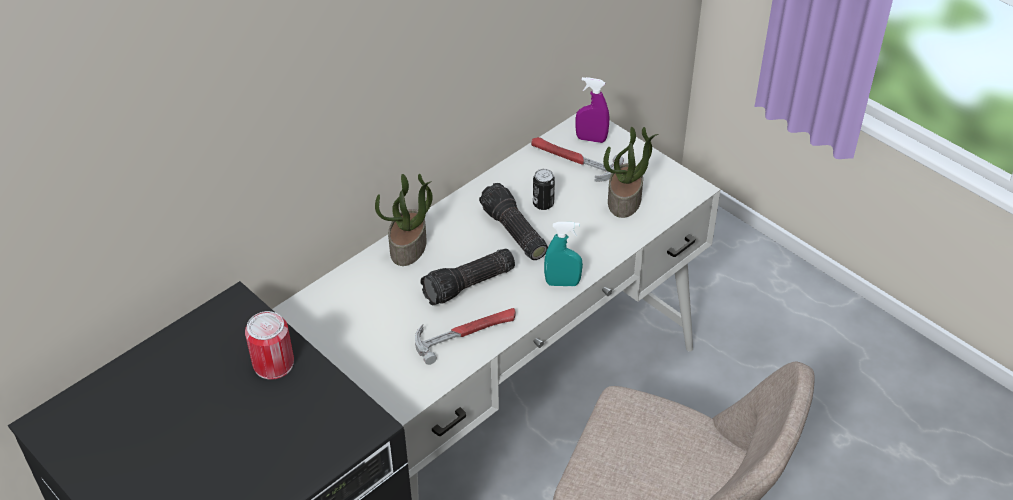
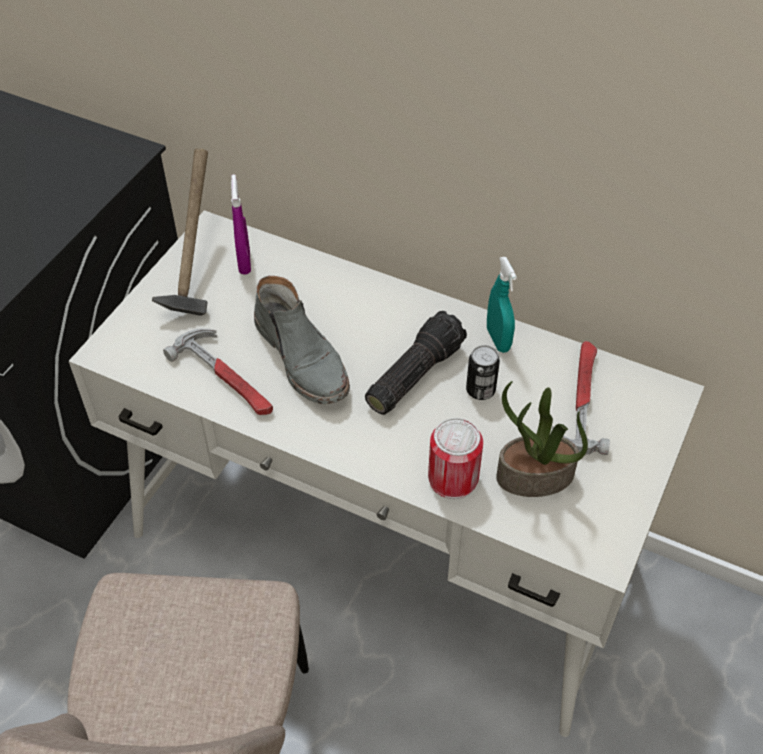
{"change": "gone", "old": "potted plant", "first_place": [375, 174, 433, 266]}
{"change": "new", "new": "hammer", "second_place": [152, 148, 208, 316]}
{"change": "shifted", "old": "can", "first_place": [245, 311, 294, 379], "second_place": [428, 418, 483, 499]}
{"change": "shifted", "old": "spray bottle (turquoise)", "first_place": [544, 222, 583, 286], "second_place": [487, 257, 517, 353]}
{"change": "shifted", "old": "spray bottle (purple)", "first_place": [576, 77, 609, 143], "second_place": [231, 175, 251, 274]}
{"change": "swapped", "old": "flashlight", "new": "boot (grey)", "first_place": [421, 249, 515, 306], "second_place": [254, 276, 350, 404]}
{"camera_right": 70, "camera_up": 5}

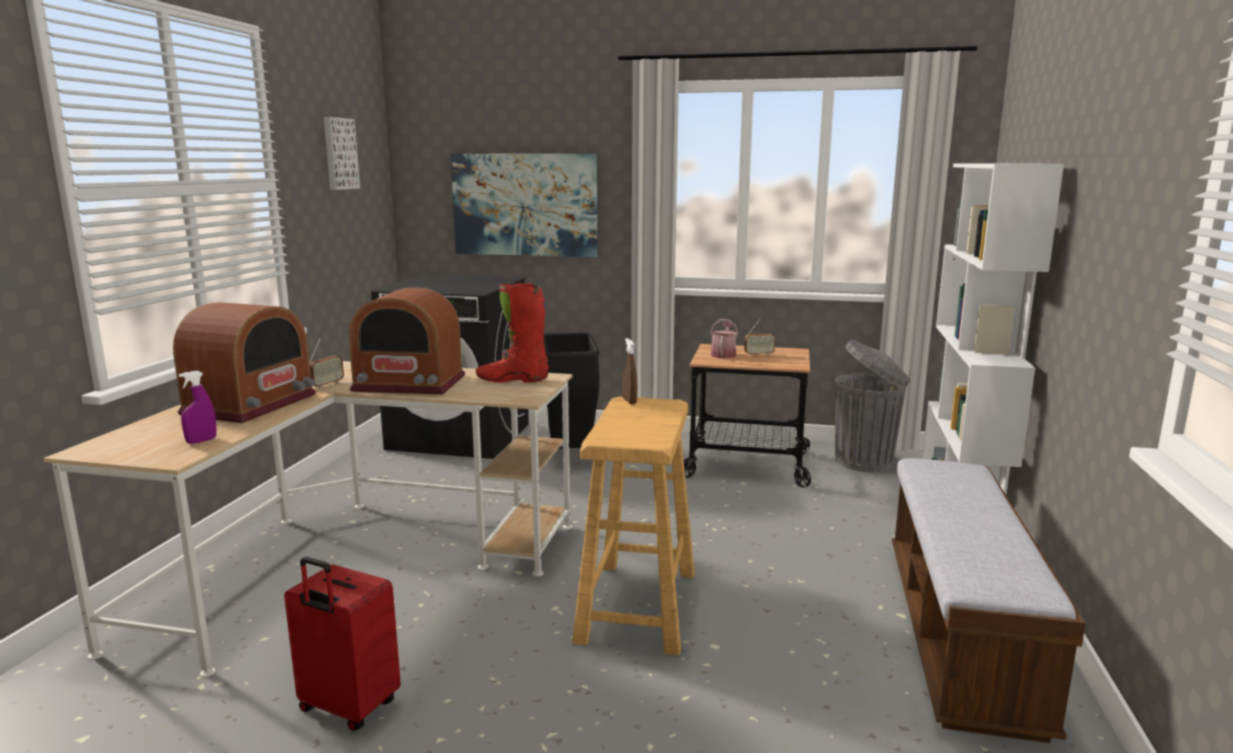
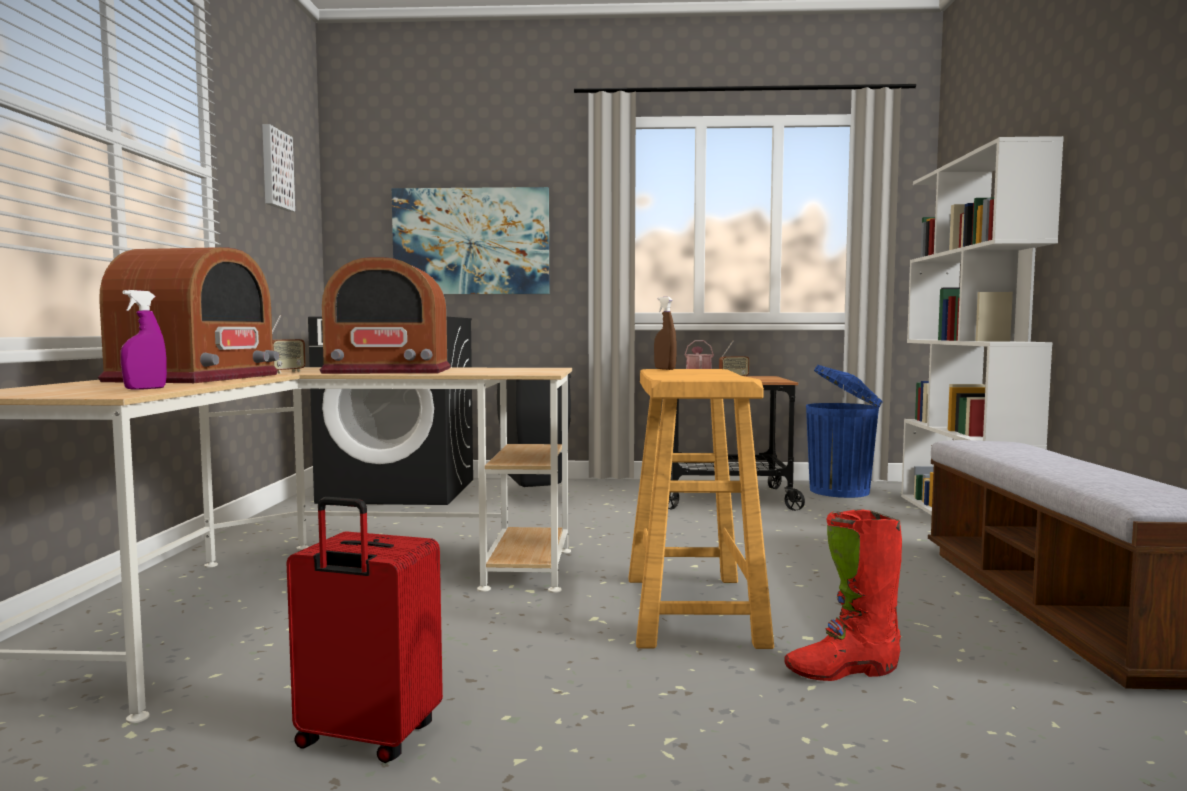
{"change": "shifted", "old": "boot (red)", "first_place": [476, 283, 549, 383], "second_place": [785, 510, 902, 681]}
{"change": "repainted", "old": "trash can (grey)", "new": "trash can (blue)", "first_place": [835, 340, 910, 472], "second_place": [806, 365, 883, 498]}
{"camera_right": -10, "camera_up": -10}

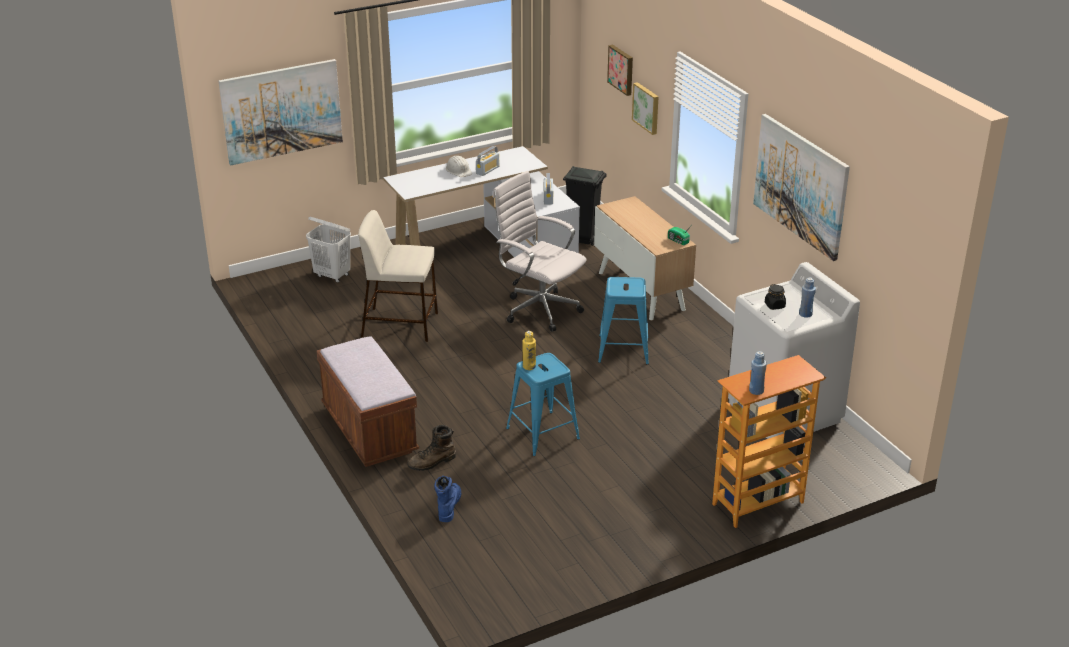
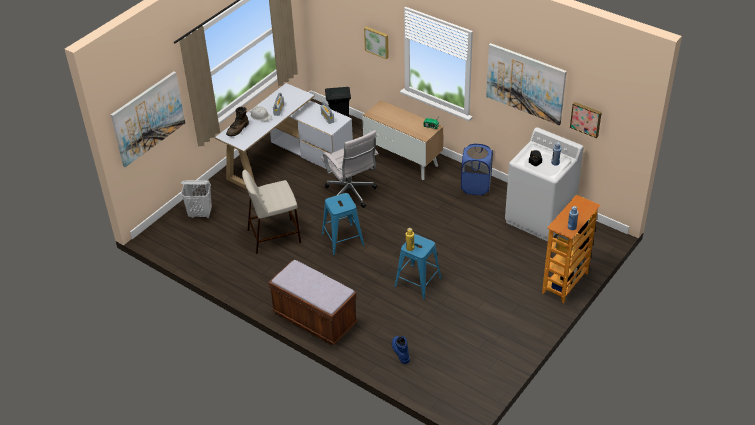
{"change": "new", "new": "laundry basket (blue)", "second_place": [461, 144, 493, 195]}
{"change": "shifted", "old": "boot (brown)", "first_place": [407, 425, 456, 471], "second_place": [226, 107, 249, 136]}
{"change": "shifted", "old": "stool (blue)", "first_place": [598, 277, 649, 364], "second_place": [322, 193, 364, 255]}
{"change": "shifted", "old": "picture", "first_place": [607, 45, 633, 96], "second_place": [570, 102, 602, 138]}
{"change": "rotated", "old": "office chair (white)", "first_place": [493, 171, 587, 332], "second_place": [321, 130, 378, 208], "degrees": -135}
{"camera_right": -25, "camera_up": 10}

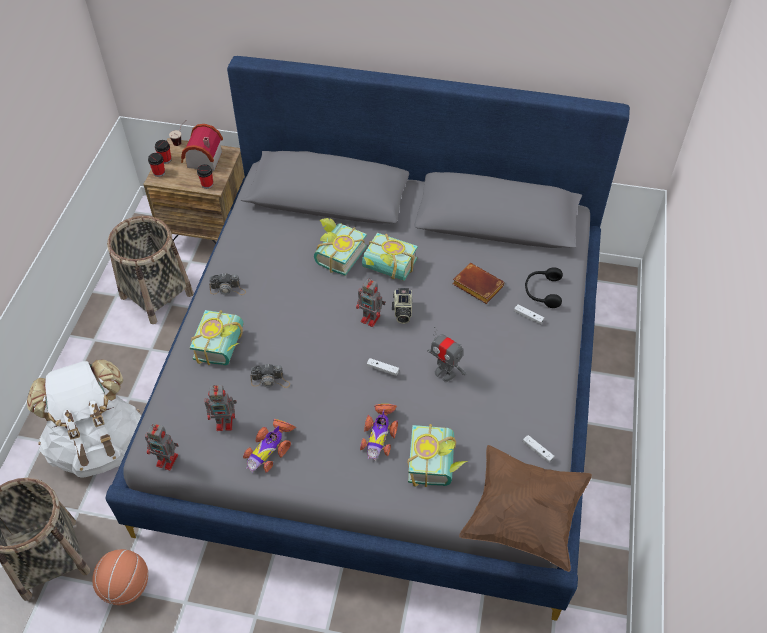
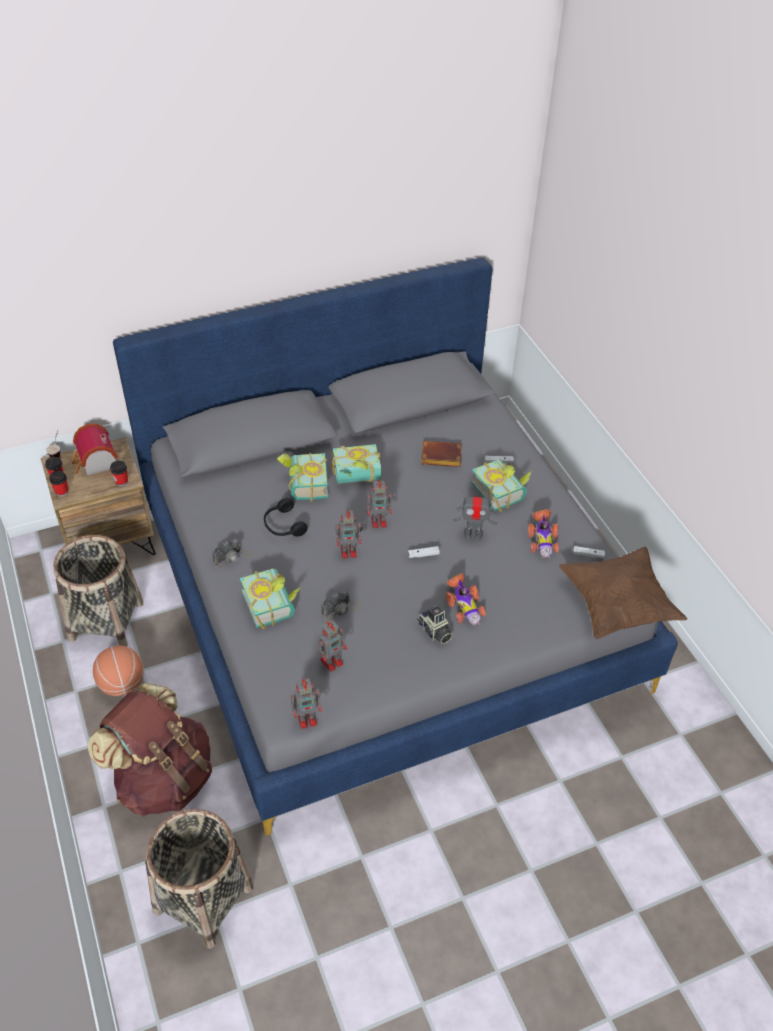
{"change": "new", "new": "toy robot", "second_place": [336, 509, 363, 559]}
{"change": "shifted", "old": "basketball", "first_place": [92, 549, 148, 605], "second_place": [93, 646, 144, 696]}
{"change": "shifted", "old": "toy car", "first_place": [243, 419, 296, 473], "second_place": [528, 509, 559, 558]}
{"change": "shifted", "old": "photo camera", "first_place": [392, 288, 413, 324], "second_place": [417, 606, 453, 644]}
{"change": "shifted", "old": "book", "first_place": [407, 424, 468, 487], "second_place": [471, 459, 532, 512]}
{"change": "shifted", "old": "headphones (black)", "first_place": [525, 267, 563, 308], "second_place": [264, 498, 308, 536]}
{"change": "repainted", "old": "backpack (white)", "new": "backpack (brown)", "first_place": [27, 359, 141, 477], "second_place": [88, 683, 212, 817]}
{"camera_right": -35, "camera_up": -5}

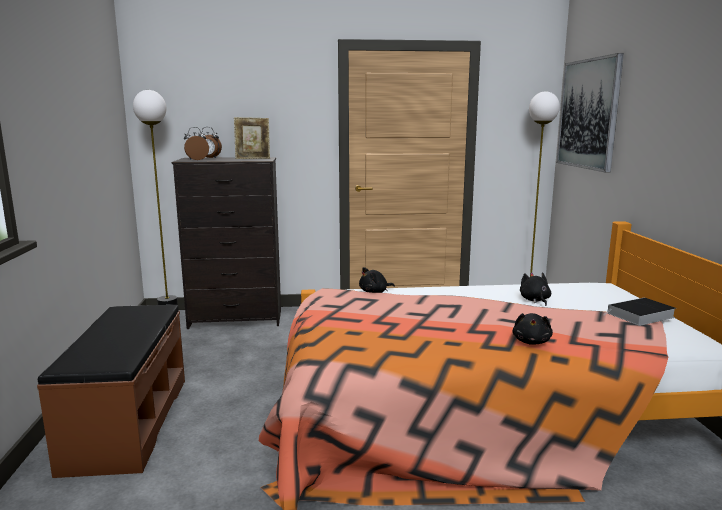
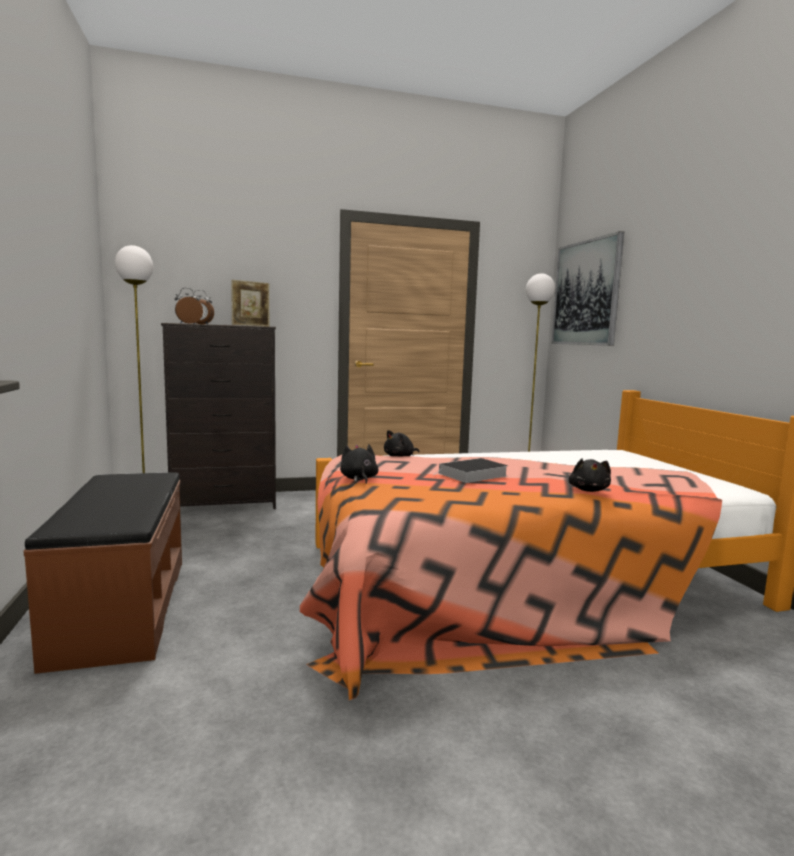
{"change": "shifted", "old": "plush toy (black)", "first_place": [520, 272, 551, 306], "second_place": [340, 444, 379, 484]}
{"change": "shifted", "old": "book", "first_place": [602, 298, 676, 326], "second_place": [433, 458, 508, 483]}
{"camera_right": -10, "camera_up": -5}

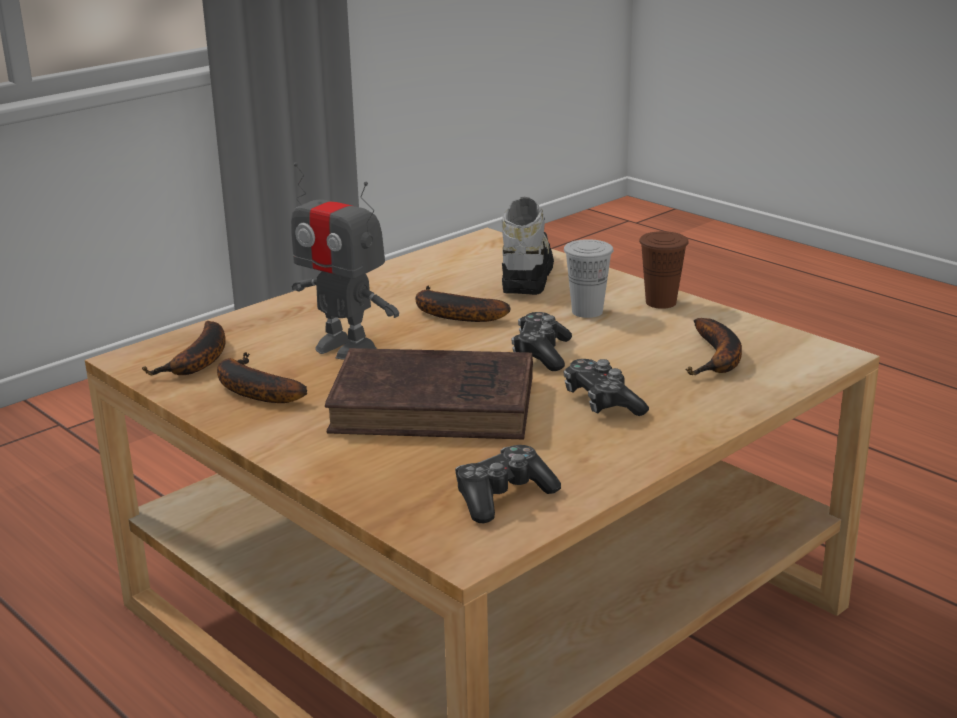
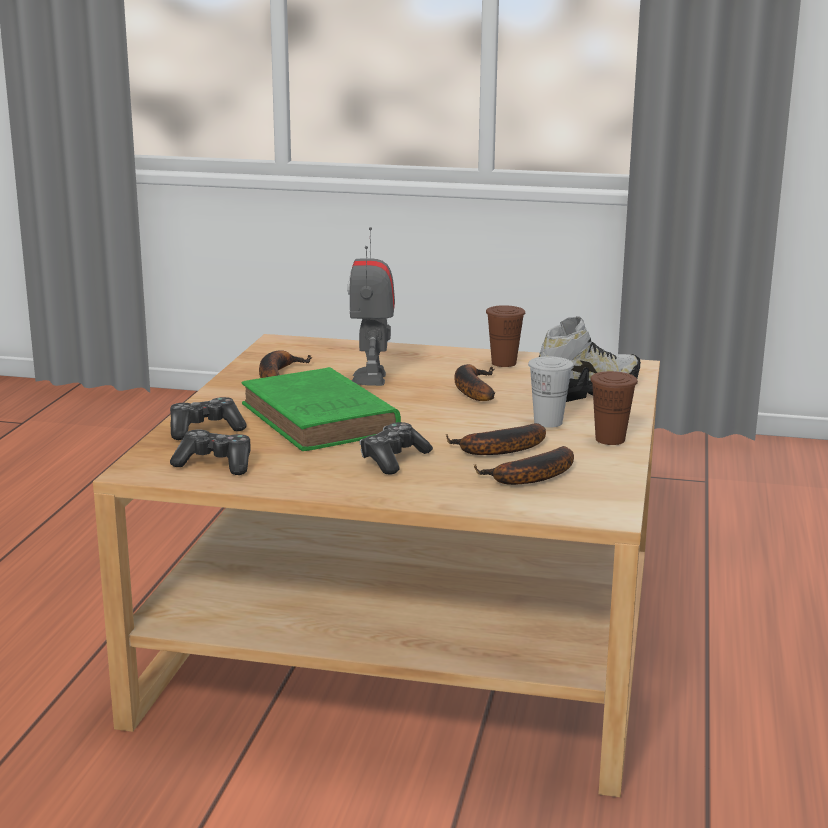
{"change": "new", "new": "cup (brown)", "second_place": [486, 305, 525, 367]}
{"change": "shifted", "old": "banana", "first_place": [142, 321, 226, 375], "second_place": [445, 423, 546, 455]}
{"change": "shifted", "old": "game controller", "first_place": [511, 312, 572, 371], "second_place": [170, 397, 247, 440]}
{"change": "repainted", "old": "book (brown)", "new": "book (green)", "first_place": [325, 348, 533, 440], "second_place": [242, 367, 401, 451]}
{"camera_right": 55, "camera_up": -5}

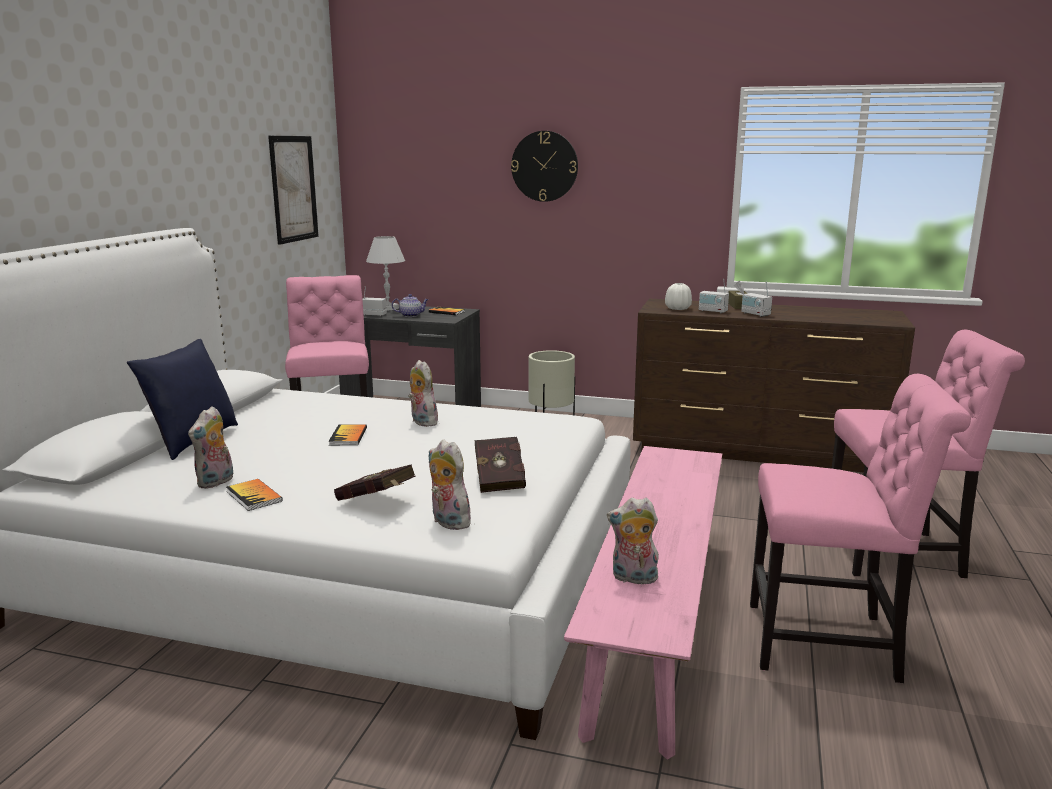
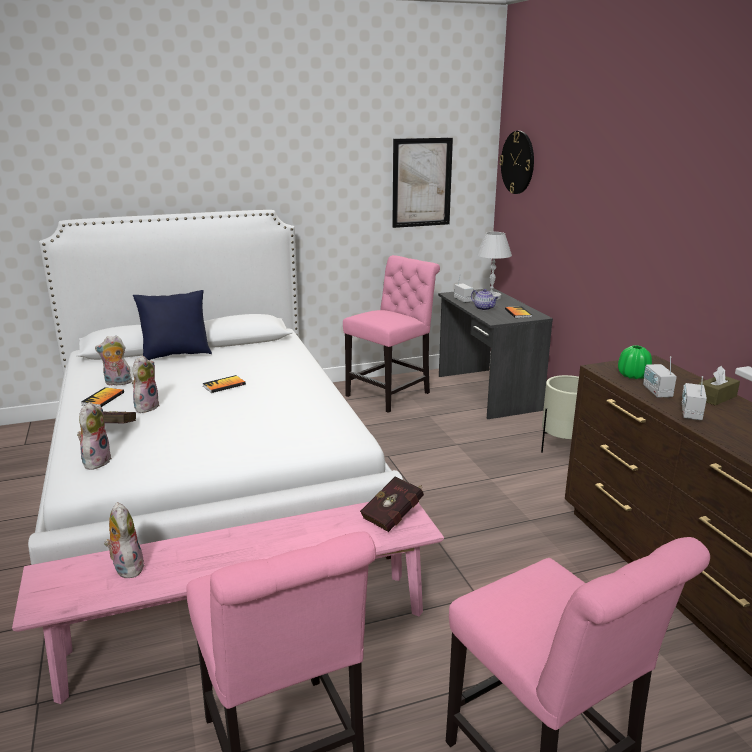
{"change": "shifted", "old": "plush toy", "first_place": [408, 360, 438, 427], "second_place": [132, 356, 160, 413]}
{"change": "shifted", "old": "book (red)", "first_place": [475, 437, 526, 493], "second_place": [360, 476, 424, 532]}
{"change": "shifted", "old": "wall clock", "first_place": [511, 131, 578, 202], "second_place": [499, 131, 534, 194]}
{"change": "repainted", "old": "vase (white)", "new": "vase (green)", "first_place": [665, 283, 692, 310], "second_place": [618, 345, 652, 379]}
{"camera_right": 55, "camera_up": 5}

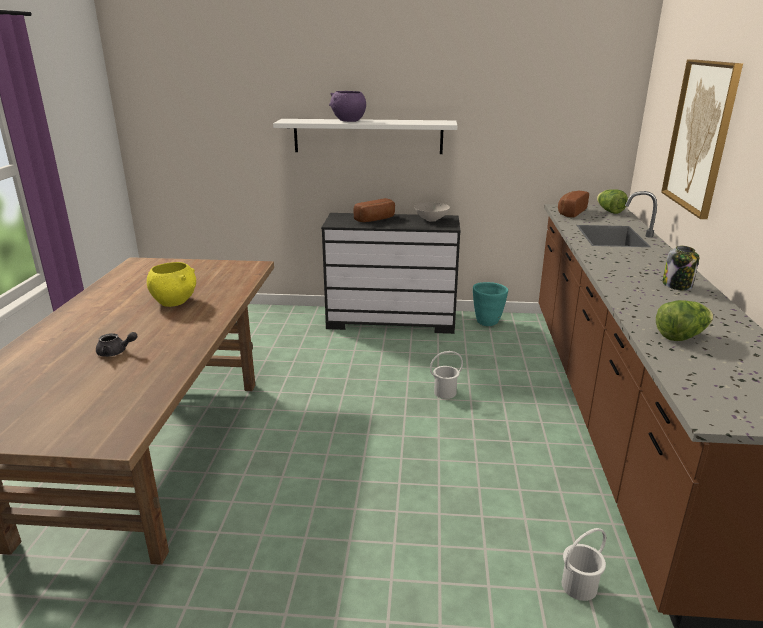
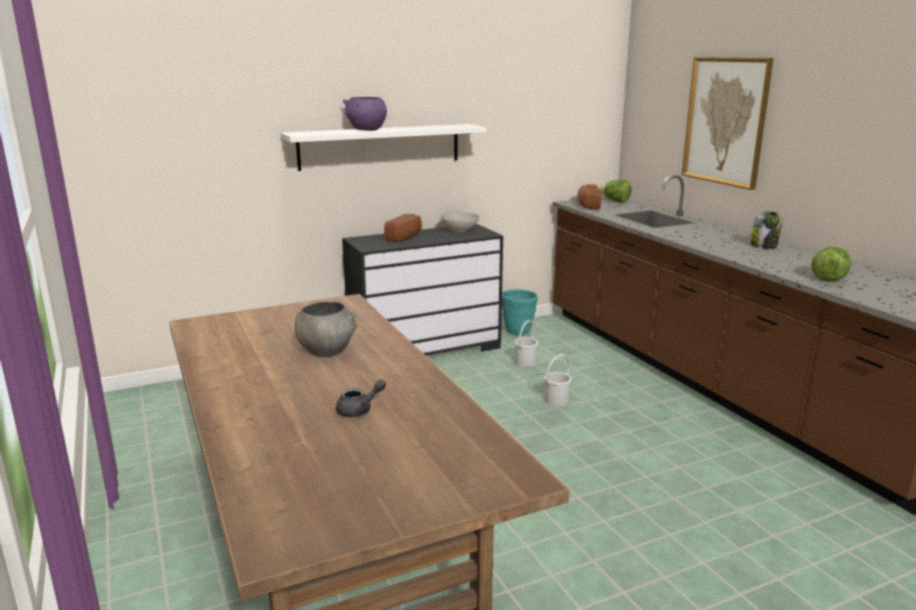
{"change": "shifted", "old": "bucket (white)", "first_place": [562, 528, 606, 601], "second_place": [514, 320, 539, 367]}
{"change": "repainted", "old": "bowl (yellow)", "new": "bowl (grey)", "first_place": [147, 262, 196, 307], "second_place": [295, 301, 357, 357]}
{"camera_right": -30, "camera_up": -5}

